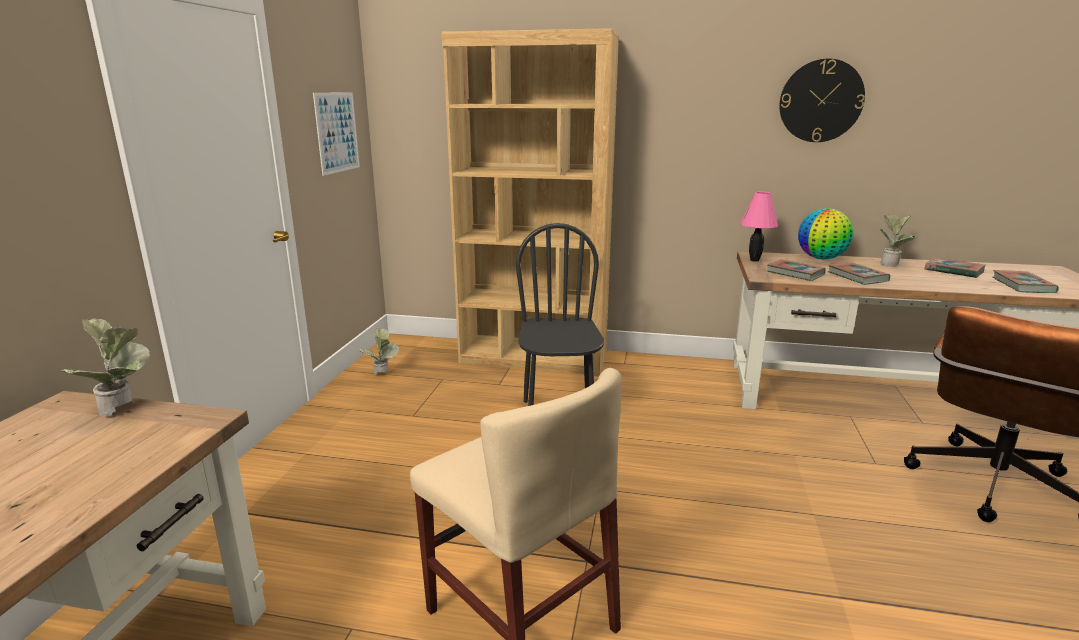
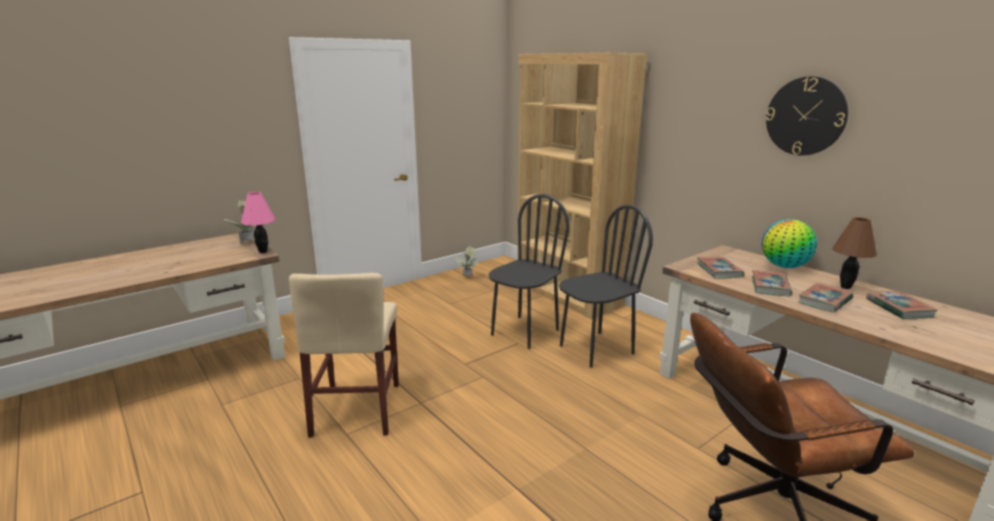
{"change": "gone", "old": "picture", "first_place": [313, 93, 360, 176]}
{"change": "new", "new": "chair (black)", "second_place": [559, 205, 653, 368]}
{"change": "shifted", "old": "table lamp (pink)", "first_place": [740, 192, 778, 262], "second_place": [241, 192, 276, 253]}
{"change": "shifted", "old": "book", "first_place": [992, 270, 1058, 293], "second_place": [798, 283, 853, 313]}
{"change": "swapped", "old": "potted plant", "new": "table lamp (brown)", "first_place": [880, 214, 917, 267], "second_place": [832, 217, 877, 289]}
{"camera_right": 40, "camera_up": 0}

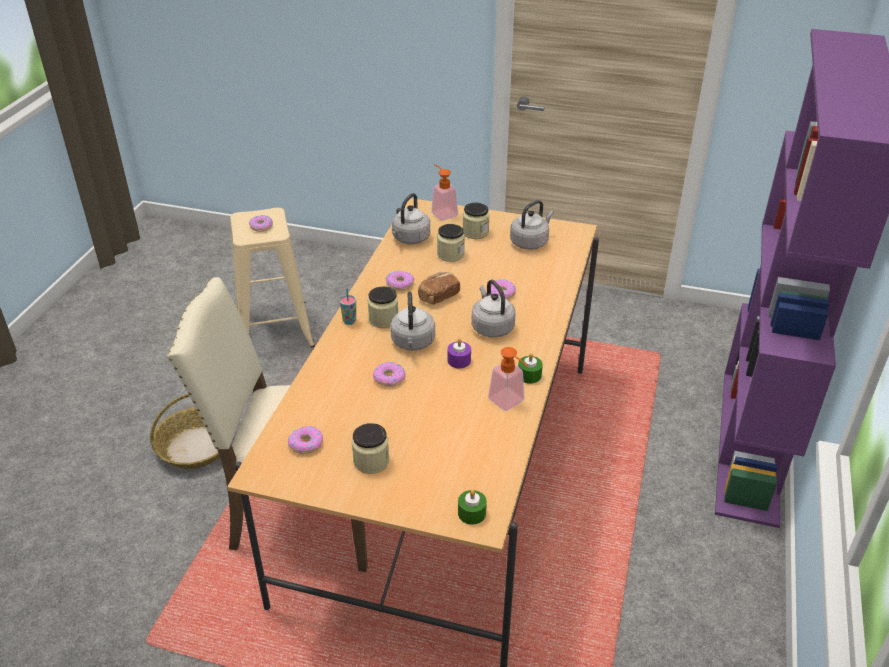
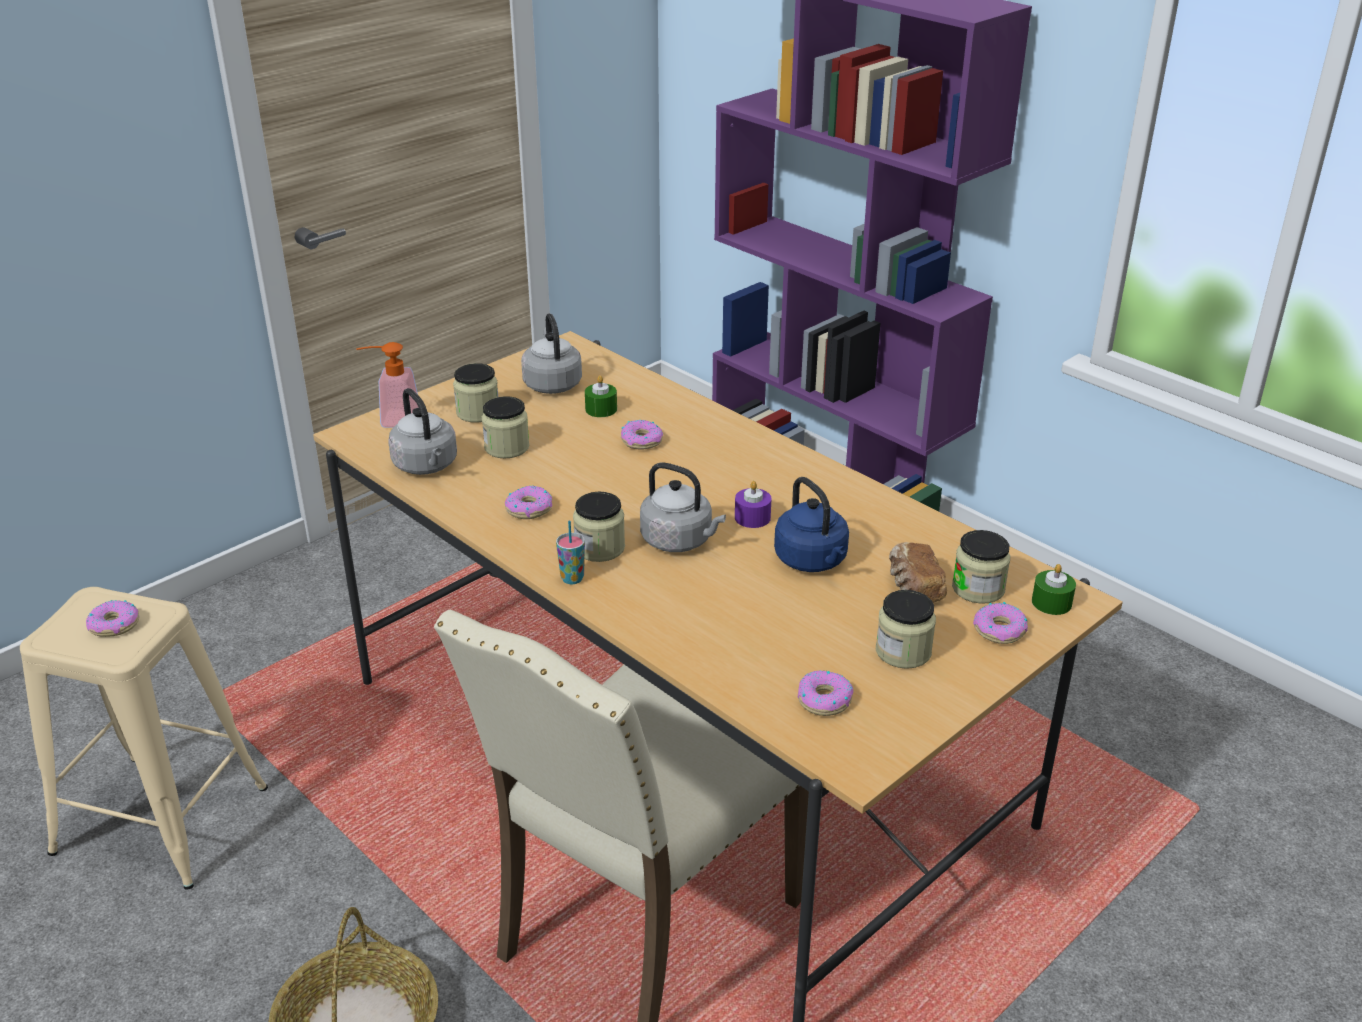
{"change": "gone", "old": "kettle (grey)", "first_place": [471, 280, 515, 338]}
{"change": "gone", "old": "soap dispenser", "first_place": [488, 347, 529, 411]}
{"change": "new", "new": "kettle (blue)", "second_place": [774, 477, 849, 572]}
{"change": "new", "new": "jar", "second_place": [952, 530, 1010, 604]}
{"change": "shifted", "old": "donut", "first_place": [373, 362, 406, 387], "second_place": [973, 602, 1028, 644]}
{"change": "shifted", "old": "bread", "first_place": [418, 272, 460, 305], "second_place": [889, 542, 947, 603]}
{"change": "shifted", "old": "candle (green)", "first_place": [518, 353, 543, 384], "second_place": [585, 375, 617, 417]}
{"camera_right": -60, "camera_up": -5}

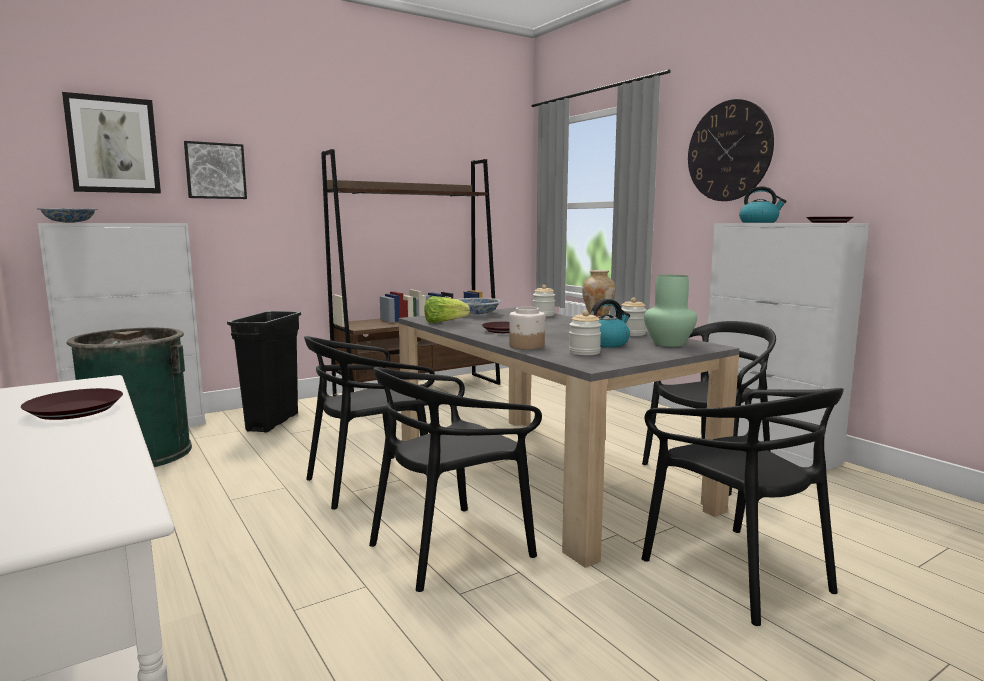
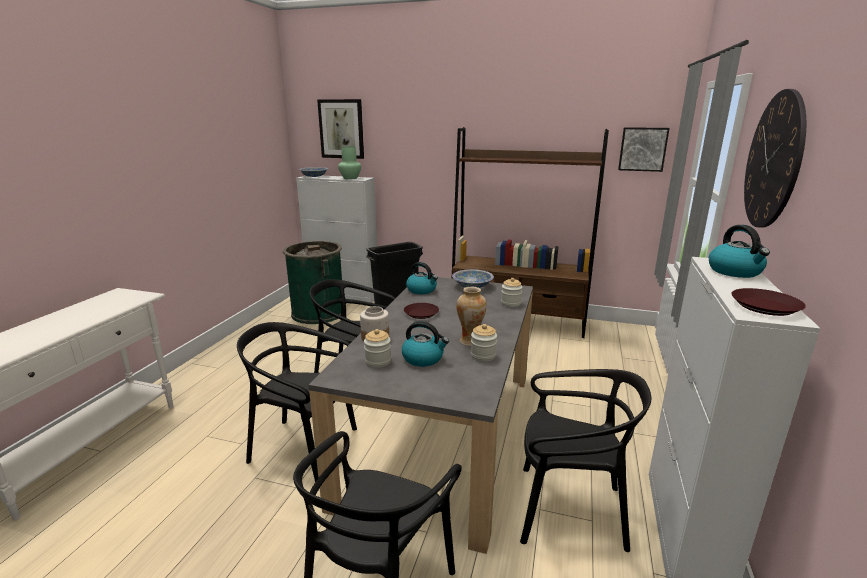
{"change": "gone", "old": "plate (brown)", "first_place": [21, 388, 123, 420]}
{"change": "shifted", "old": "picture", "first_place": [184, 141, 247, 199], "second_place": [618, 127, 670, 172]}
{"change": "shifted", "old": "vase (green)", "first_place": [644, 275, 697, 347], "second_place": [338, 147, 361, 179]}
{"change": "swapped", "old": "lettuce", "new": "kettle", "first_place": [424, 296, 470, 323], "second_place": [406, 262, 438, 294]}
{"camera_right": 50, "camera_up": 10}

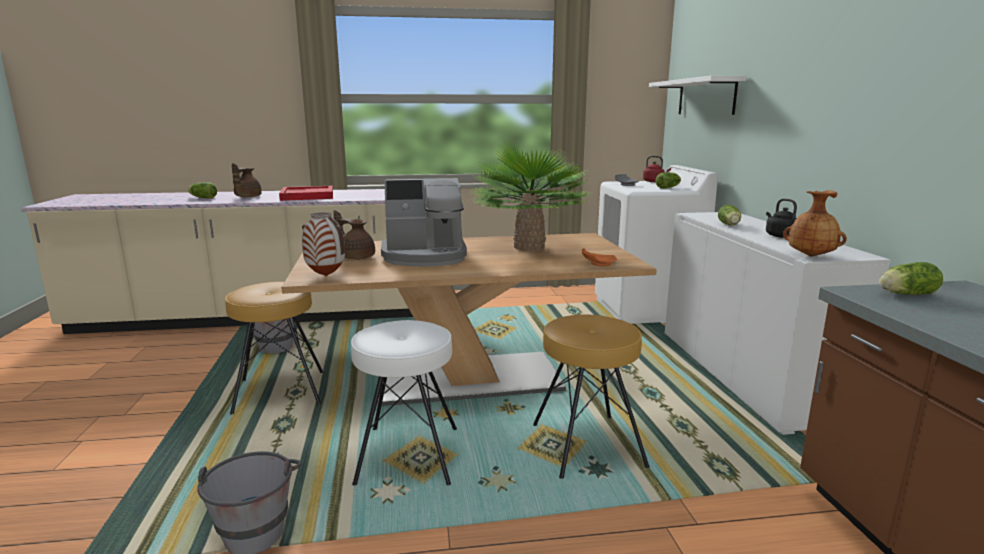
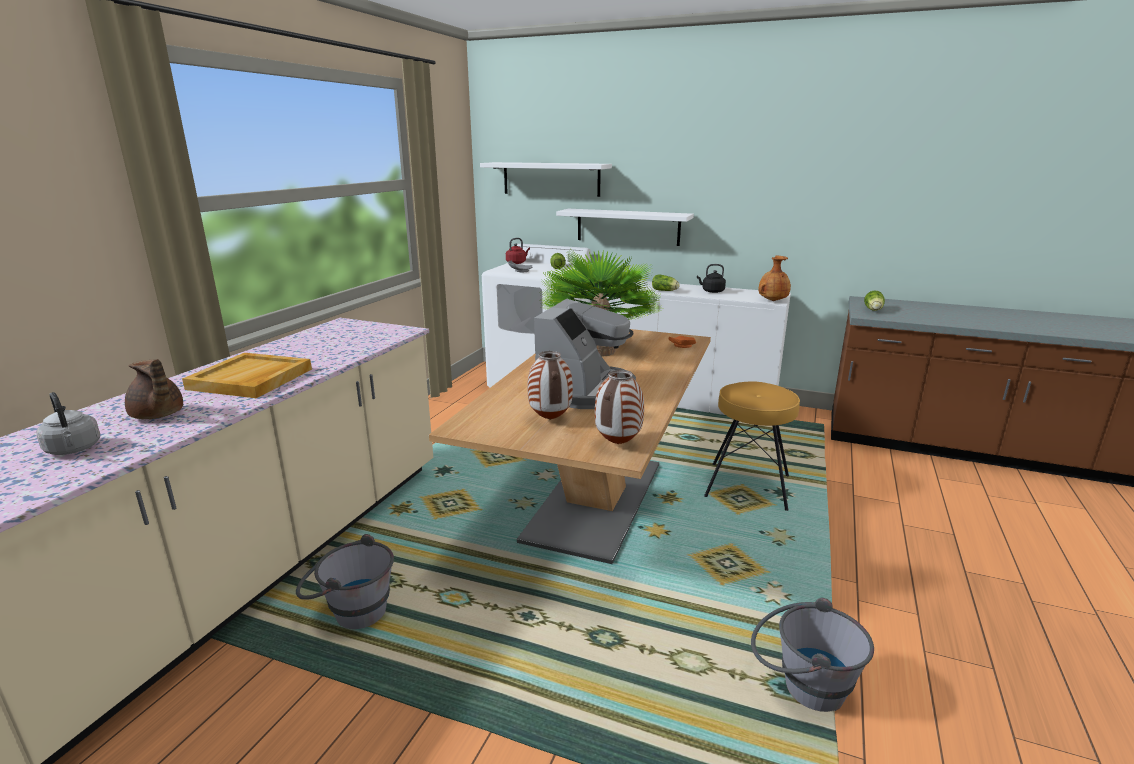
{"change": "gone", "old": "stool (brown)", "first_place": [225, 282, 323, 414]}
{"change": "gone", "old": "stool (white)", "first_place": [351, 320, 457, 485]}
{"change": "new", "new": "shelf (white)", "second_place": [556, 209, 694, 246]}
{"change": "swapped", "old": "lettuce", "new": "kettle (grey)", "first_place": [188, 182, 217, 199], "second_place": [36, 392, 100, 455]}
{"change": "swapped", "old": "teapot (brown)", "new": "vase", "first_place": [333, 210, 375, 260], "second_place": [527, 351, 573, 420]}
{"change": "repainted", "old": "tray (red)", "new": "tray (beige)", "first_place": [279, 186, 333, 201], "second_place": [182, 353, 312, 398]}
{"camera_right": -60, "camera_up": 5}

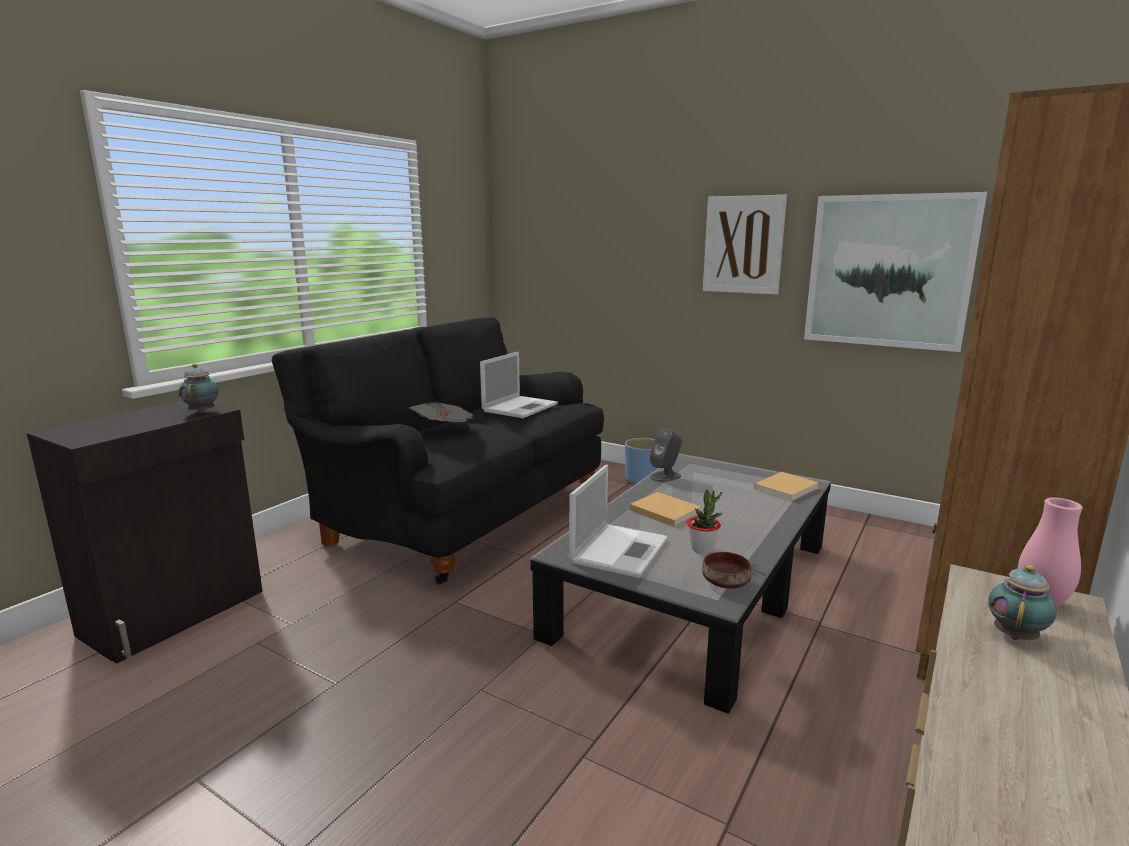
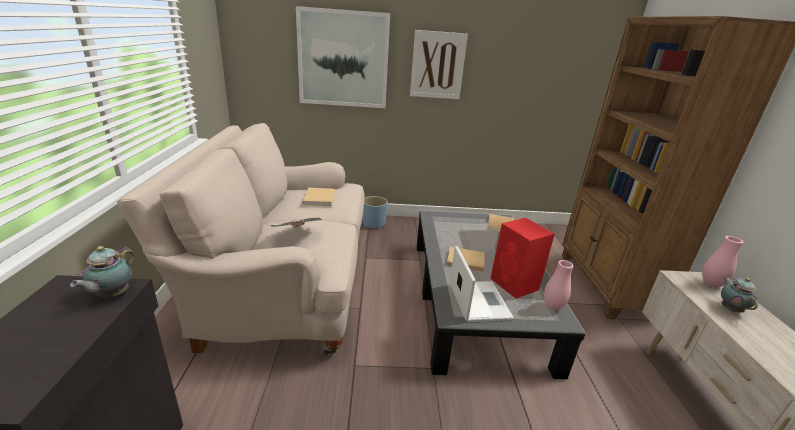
{"change": "gone", "old": "speaker (grey)", "first_place": [650, 429, 682, 482]}
{"change": "shifted", "old": "picture", "first_place": [804, 192, 987, 352], "second_place": [296, 6, 390, 108]}
{"change": "swapped", "old": "laptop", "new": "book (beige)", "first_place": [480, 352, 558, 418], "second_place": [303, 188, 335, 206]}
{"change": "swapped", "old": "potted plant", "new": "speaker (red)", "first_place": [687, 489, 722, 554], "second_place": [490, 218, 555, 299]}
{"change": "swapped", "old": "bowl (brown)", "new": "vase (pink)", "first_place": [702, 552, 752, 589], "second_place": [544, 260, 574, 310]}
{"change": "repainted", "old": "sofa (black)", "new": "sofa (beige)", "first_place": [272, 317, 604, 585], "second_place": [117, 123, 365, 355]}
{"change": "rotated", "old": "teapot", "first_place": [179, 364, 219, 414], "second_place": [70, 246, 135, 297], "degrees": -120}
{"camera_right": -35, "camera_up": 10}

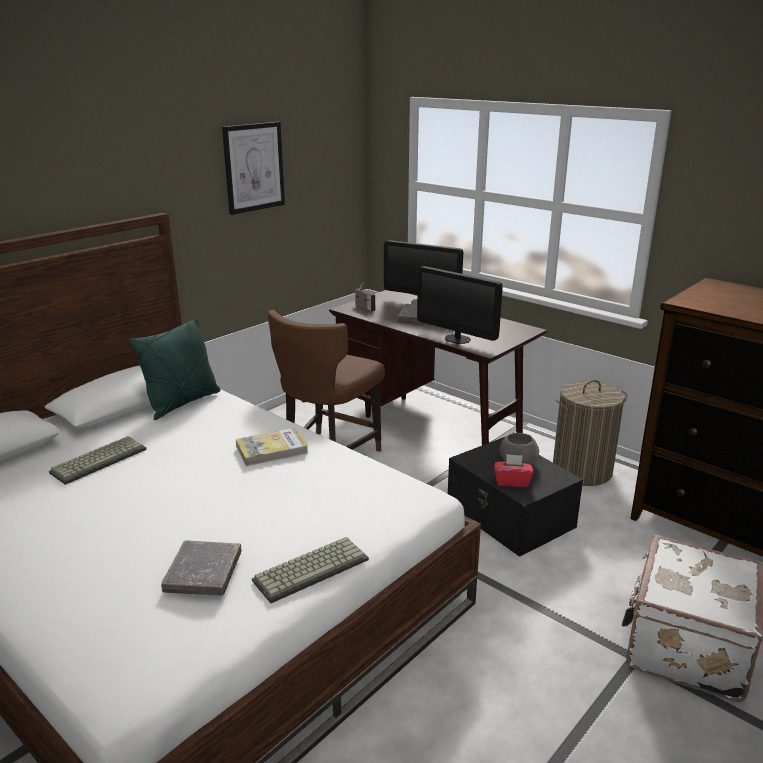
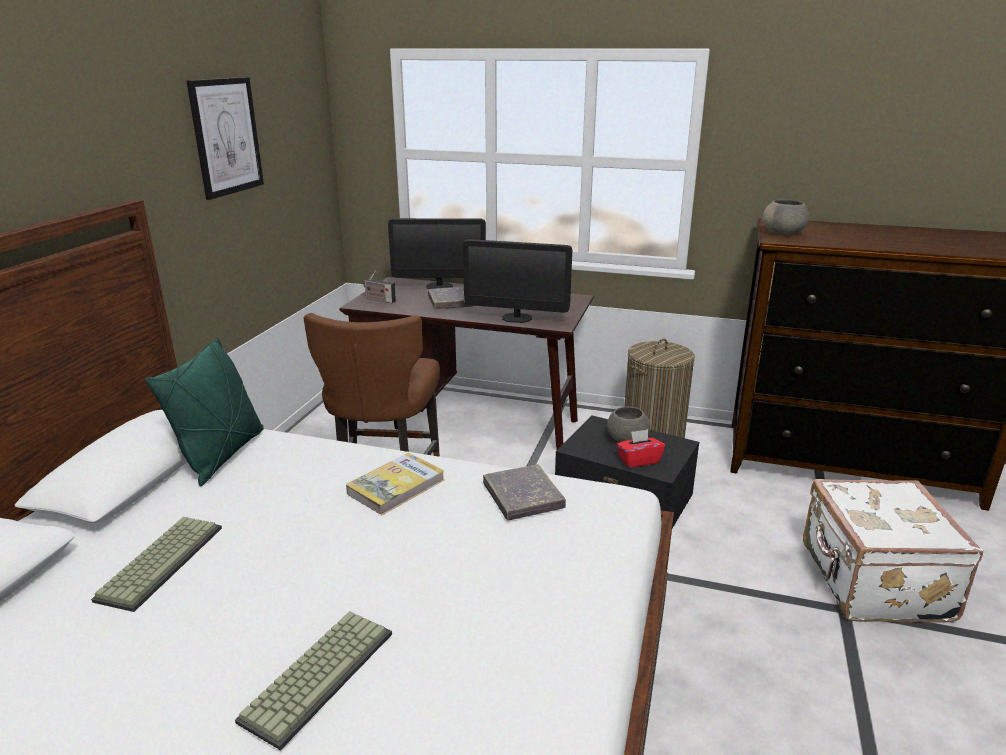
{"change": "new", "new": "bowl (grey)", "second_place": [763, 199, 809, 235]}
{"change": "shifted", "old": "book (grey)", "first_place": [161, 541, 242, 596], "second_place": [483, 464, 566, 520]}
{"change": "shifted", "old": "keyboard", "first_place": [252, 537, 369, 603], "second_place": [235, 611, 392, 750]}
{"camera_right": -25, "camera_up": 0}

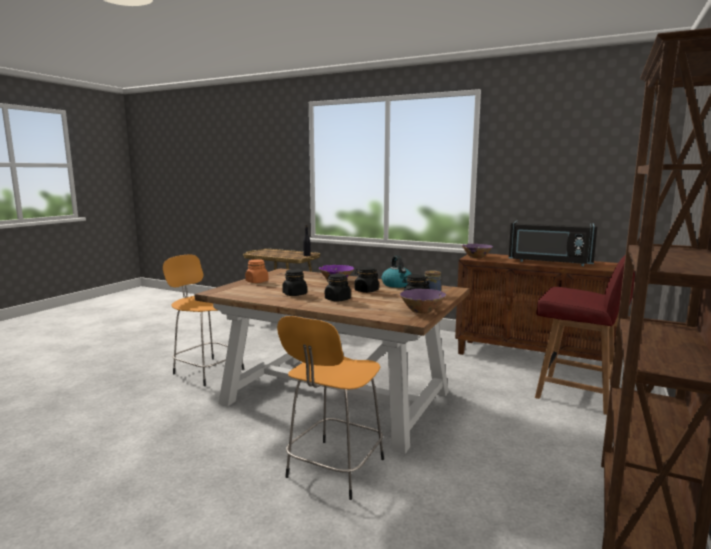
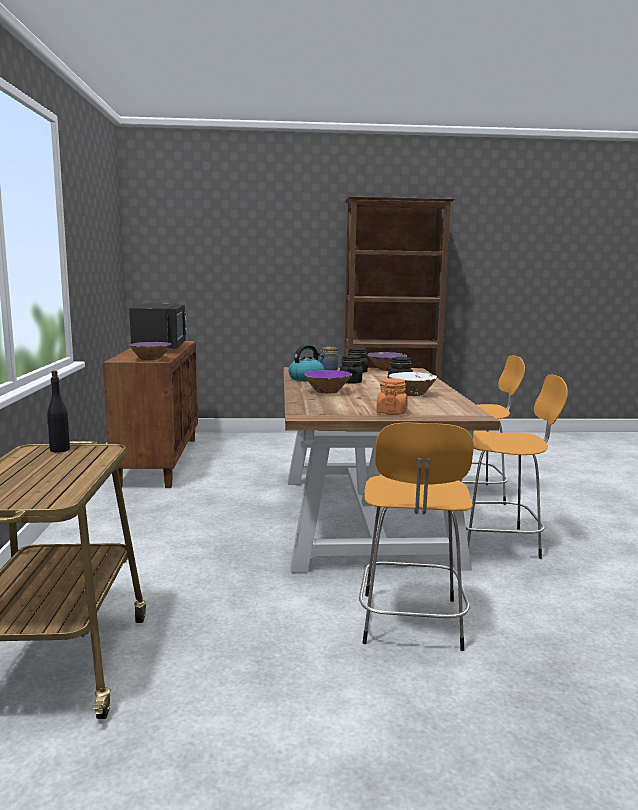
{"change": "gone", "old": "chair (red)", "first_place": [535, 254, 635, 415]}
{"change": "new", "new": "stool (orange)", "second_place": [459, 375, 568, 559]}
{"change": "swapped", "old": "jar (black)", "new": "bowl (white)", "first_place": [282, 269, 307, 296], "second_place": [389, 372, 437, 396]}
{"camera_right": -120, "camera_up": 0}

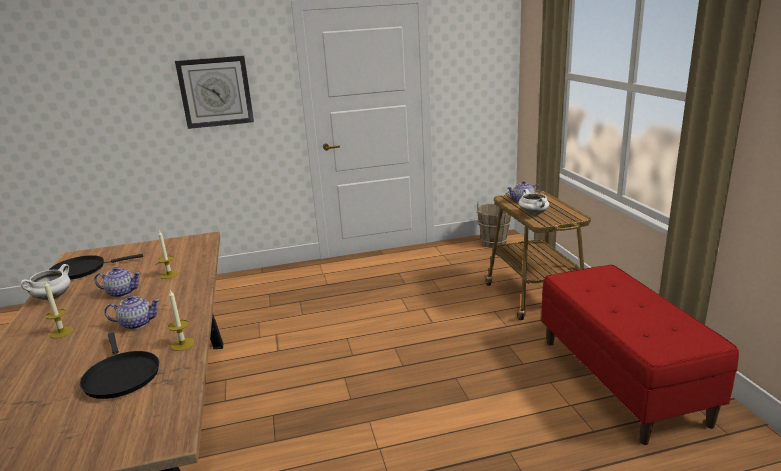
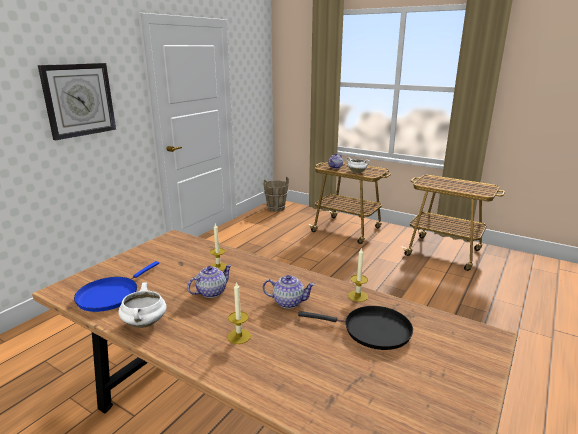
{"change": "swapped", "old": "bench (red)", "new": "cart", "first_place": [541, 265, 739, 445], "second_place": [401, 175, 505, 271]}
{"change": "repainted", "old": "frying pan (black)", "new": "frying pan (blue)", "first_place": [49, 254, 143, 280], "second_place": [74, 261, 159, 312]}
{"change": "rotated", "old": "teapot", "first_place": [104, 295, 160, 330], "second_place": [263, 275, 315, 308], "degrees": 60}
{"camera_right": -45, "camera_up": 0}

